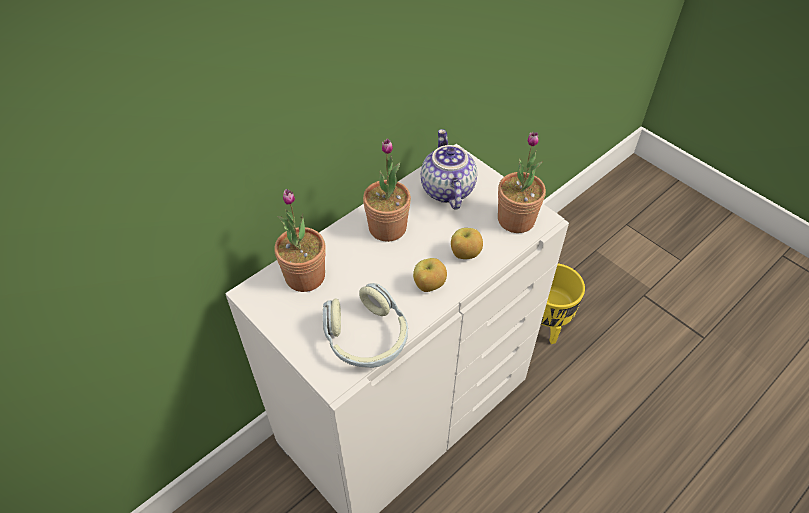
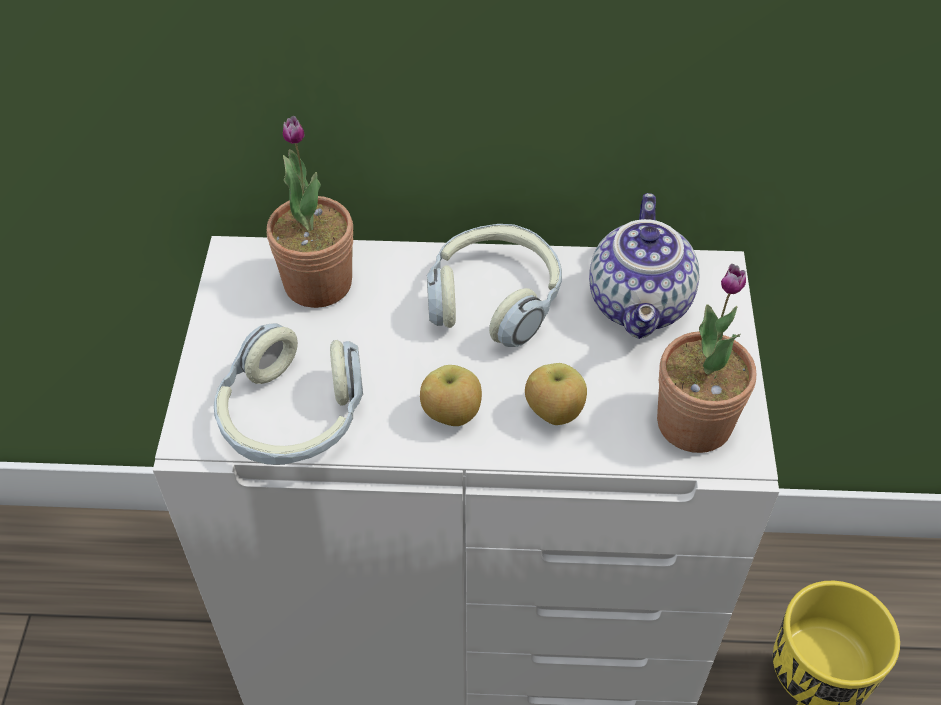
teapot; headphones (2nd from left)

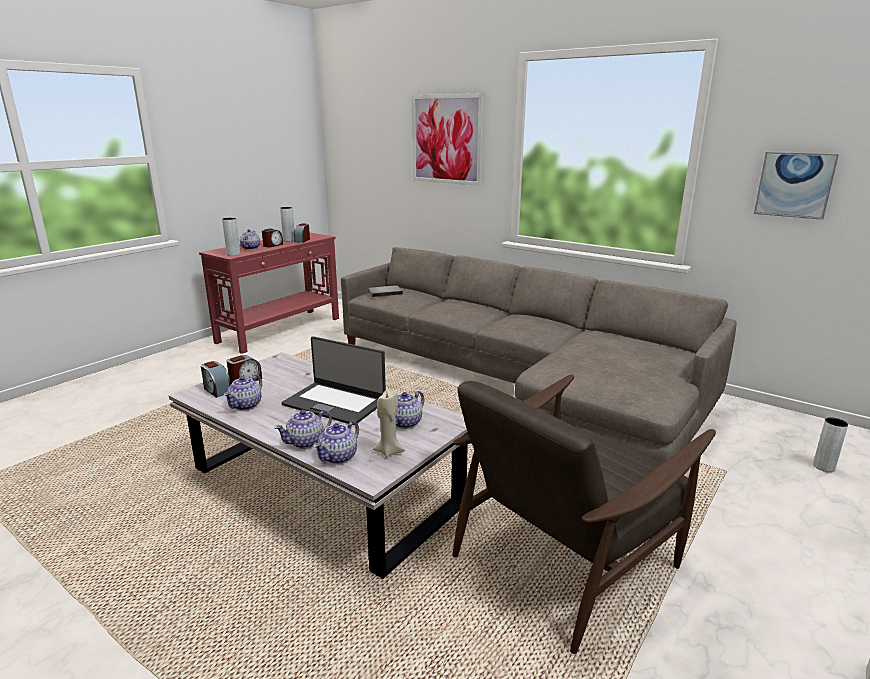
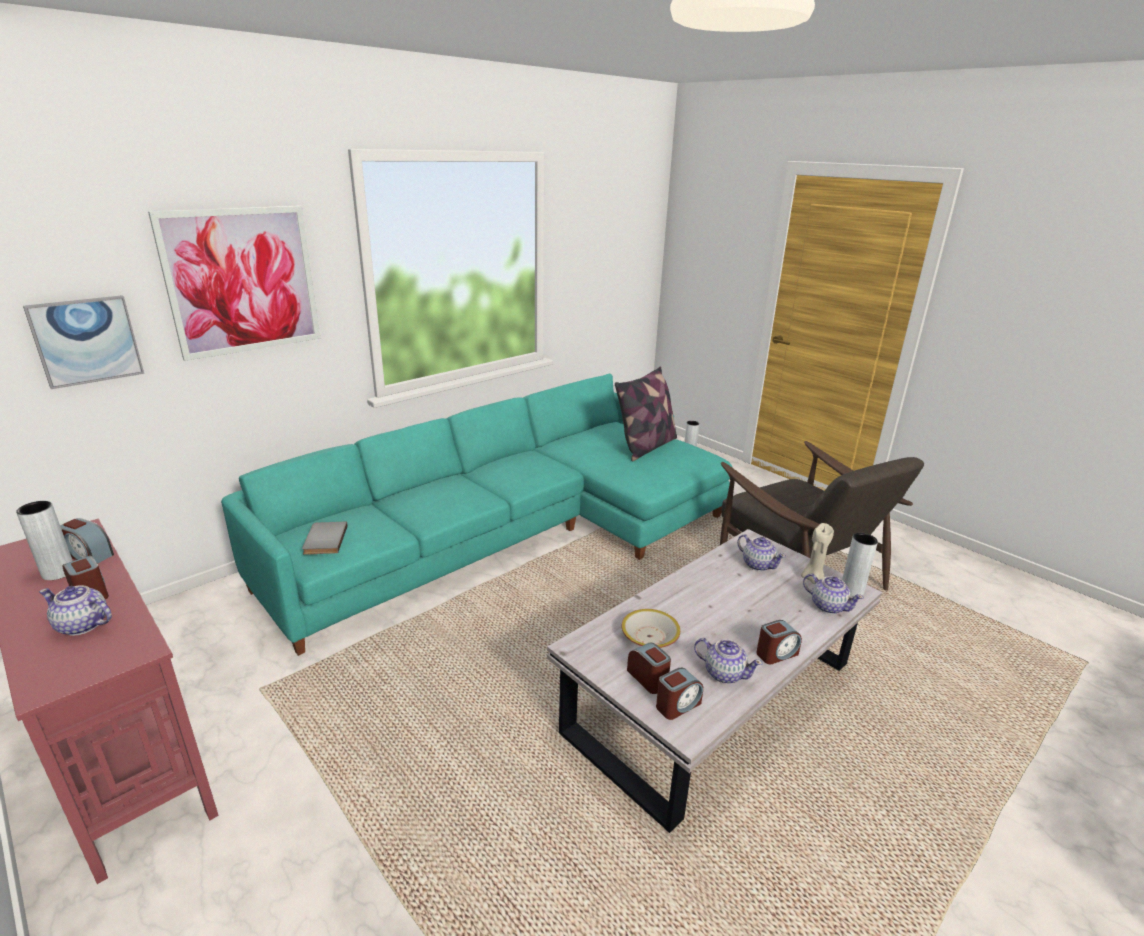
picture (1st from left); grey_vase (3rd from left); turquoise_sofa; laptop; teapot (3rd from left in the first image); pillow; bowl; alarm_clock (5th from left)

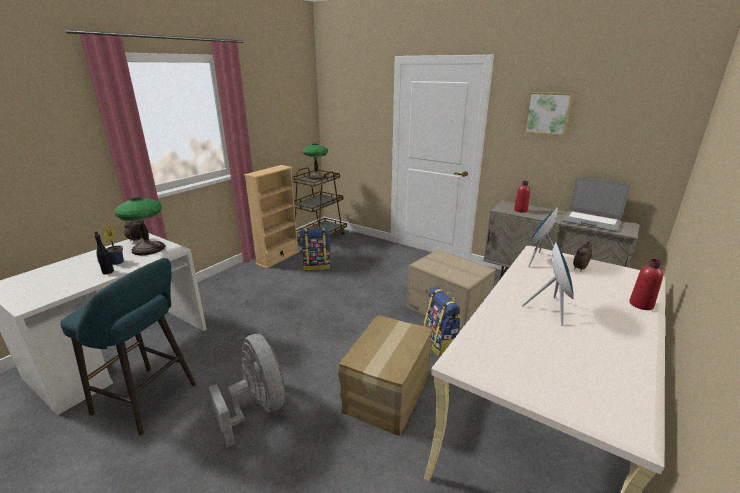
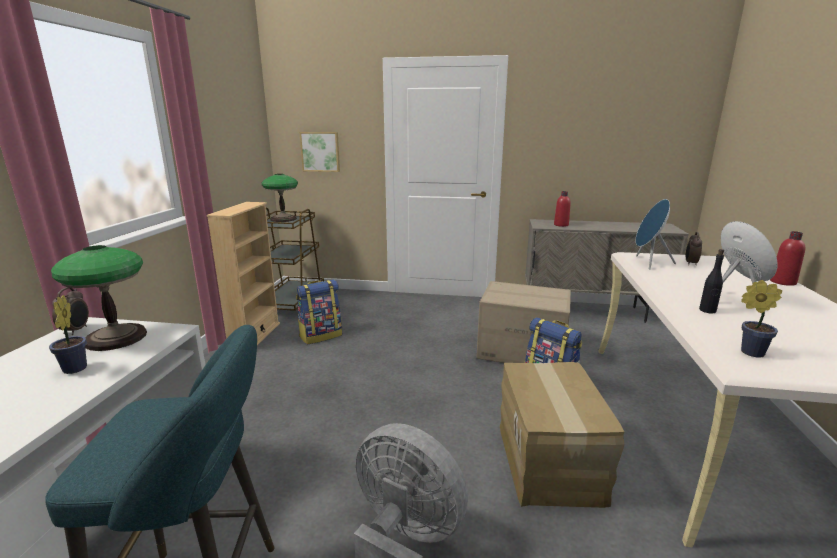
picture; laptop; black_bottle; potted_plant (2nd from left)

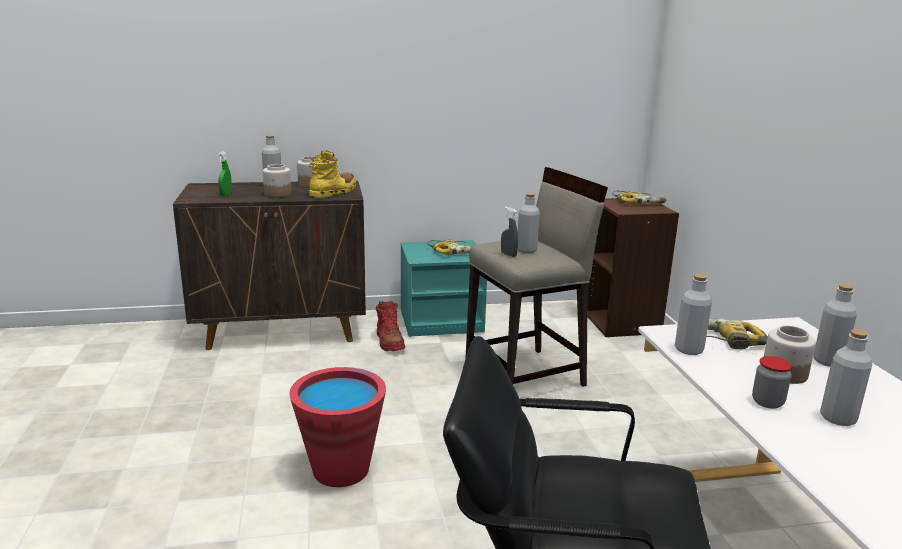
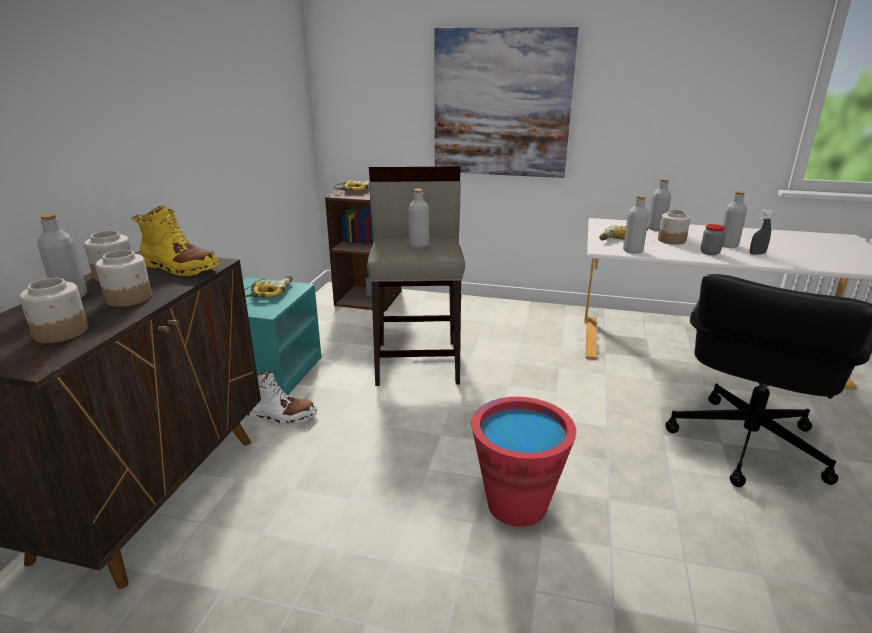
yellow_boot; jar (1st from left); grey_spray_bottle; white_boot; picture

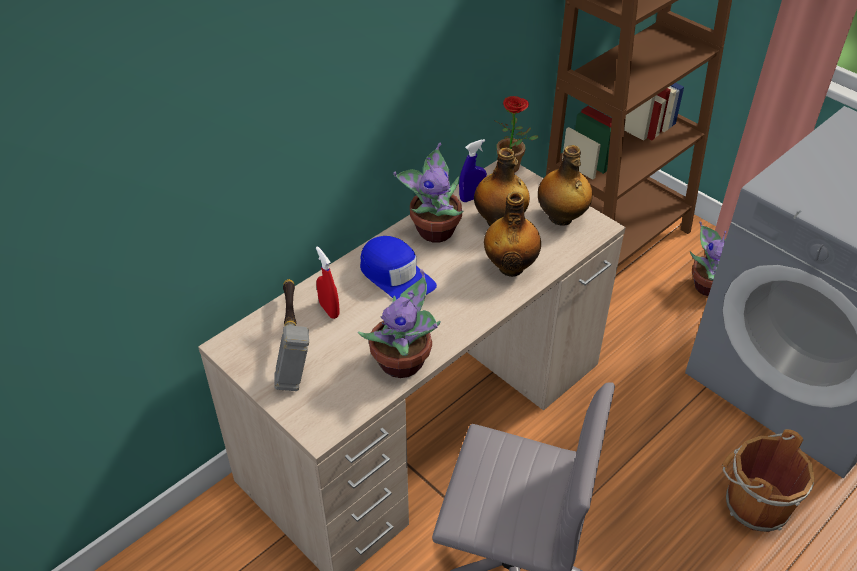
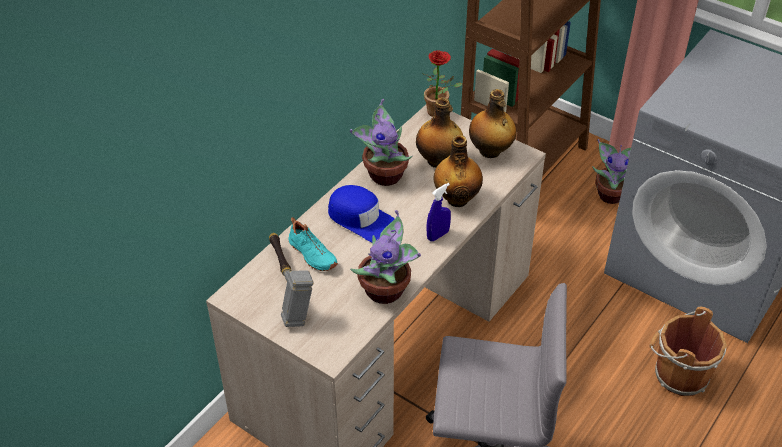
blue_spray_bottle; turquoise_shoe

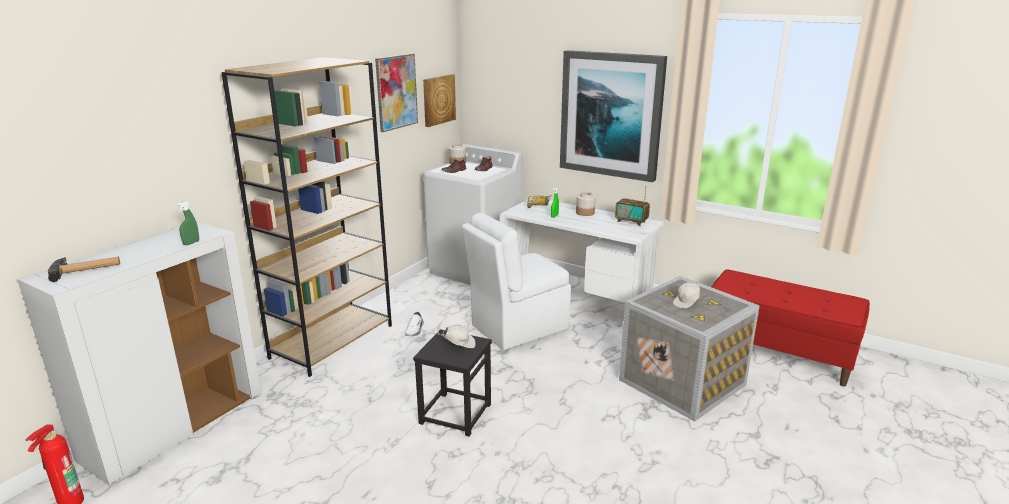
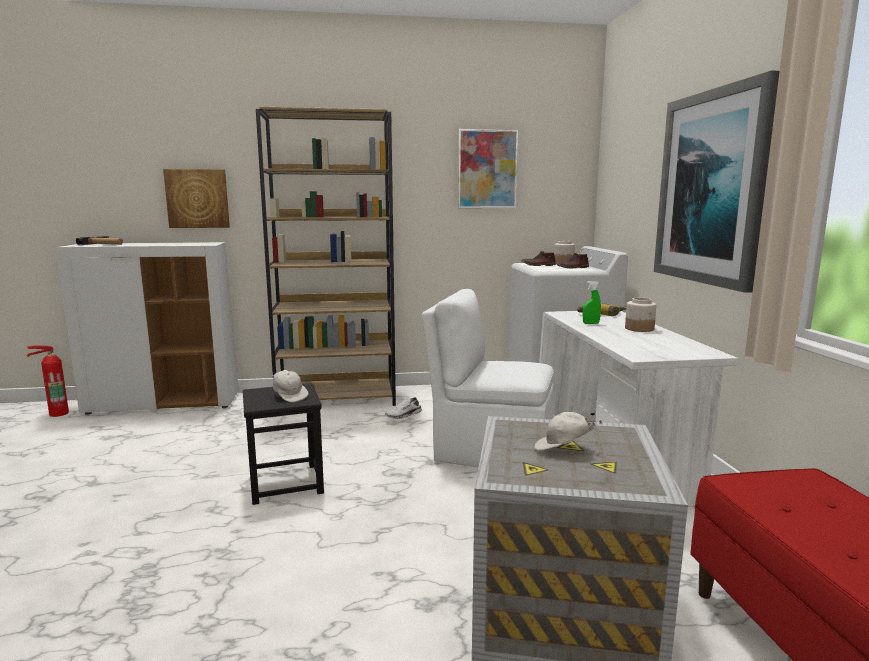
picture (1st from left); radio; green_spray_bottle (1st from left in the first image)

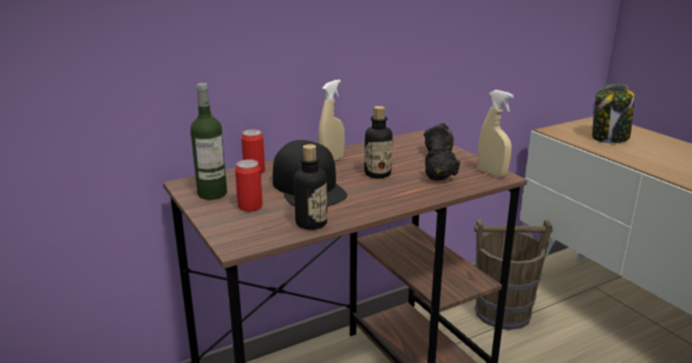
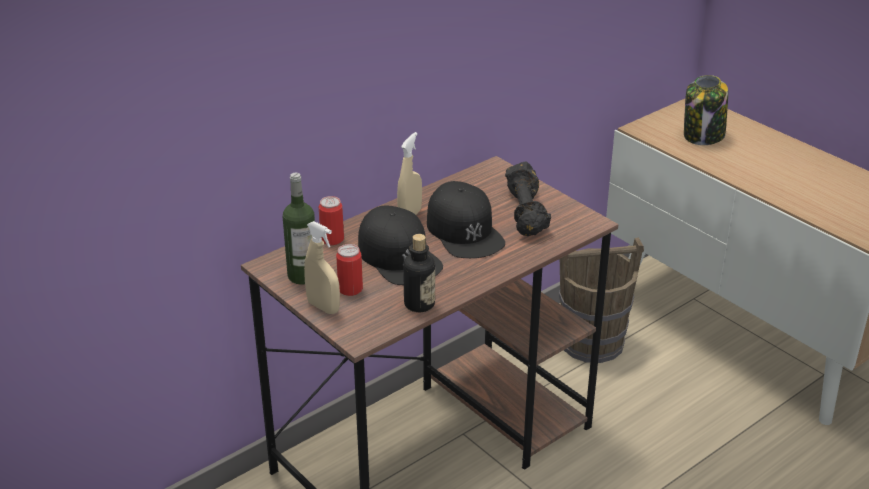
beige_spray_bottle (1st from left); black_cap (2nd from left)

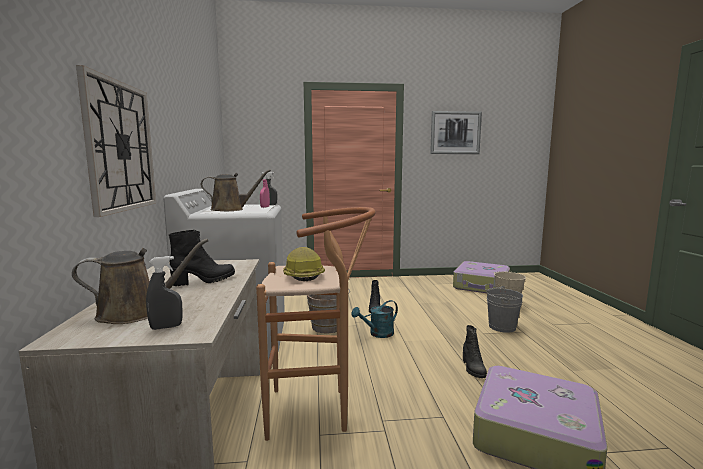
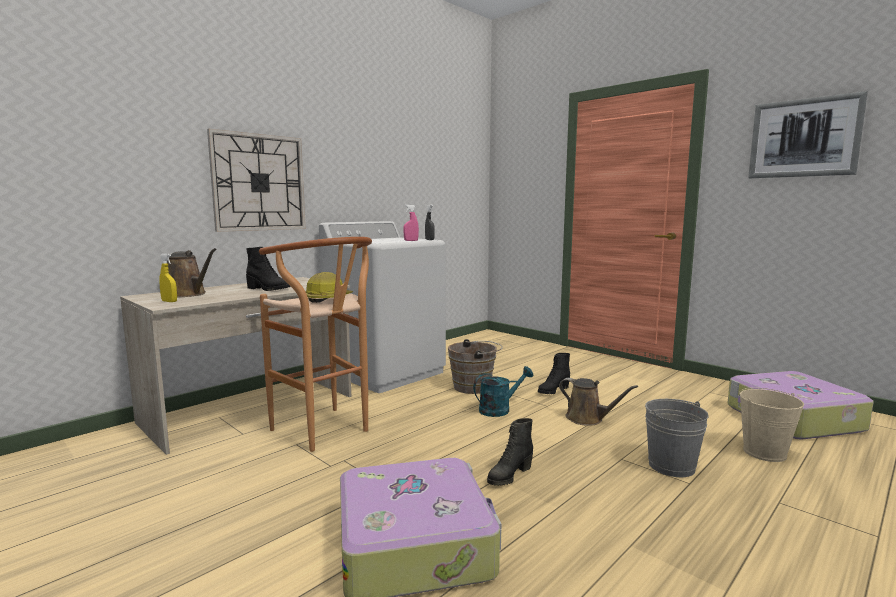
brown_watering_can (2nd from left); yellow_spray_bottle; turquoise_watering_can

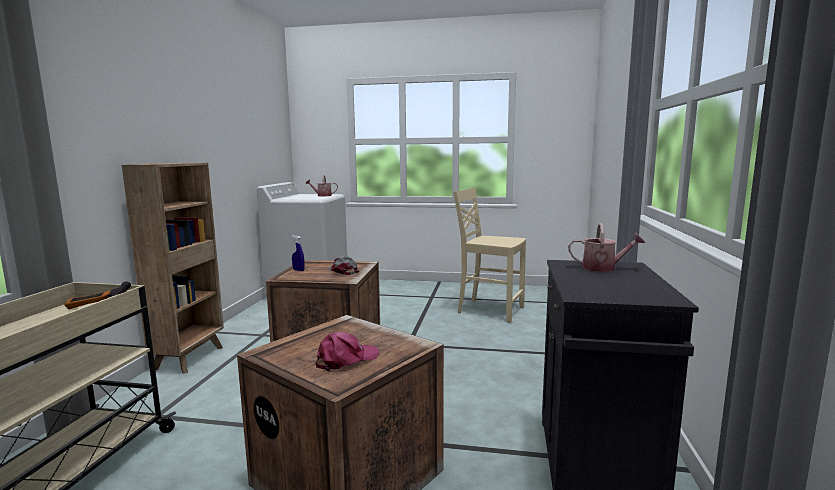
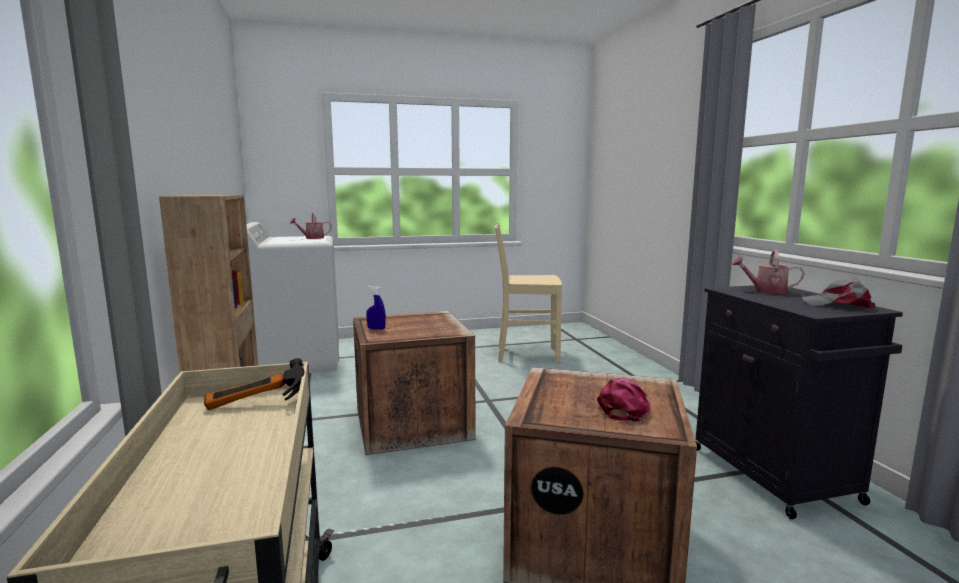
watering_can (2nd from left); grey_cap

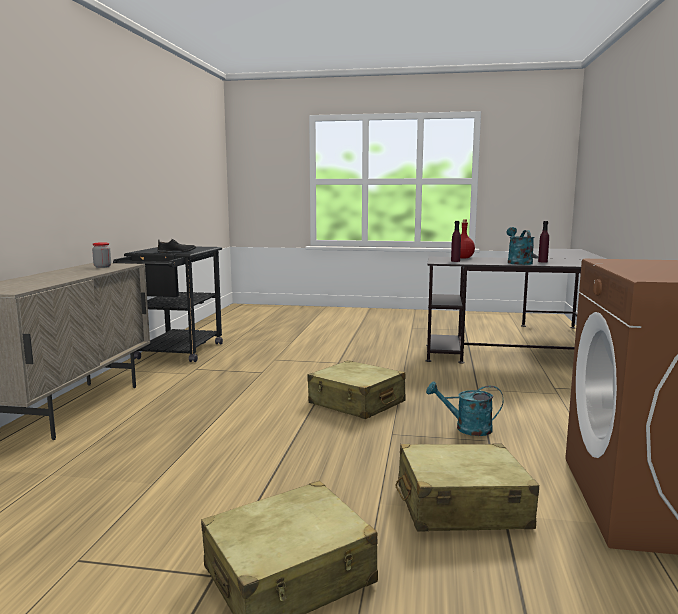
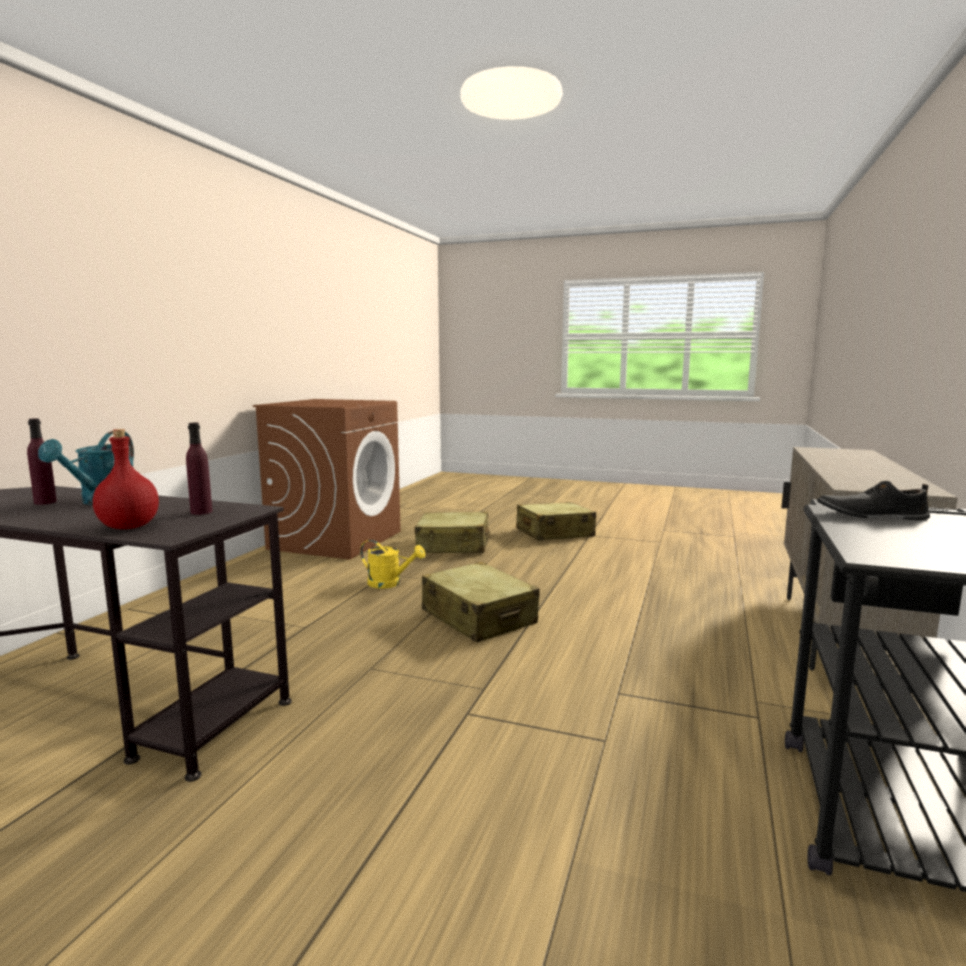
jar; yellow_watering_can

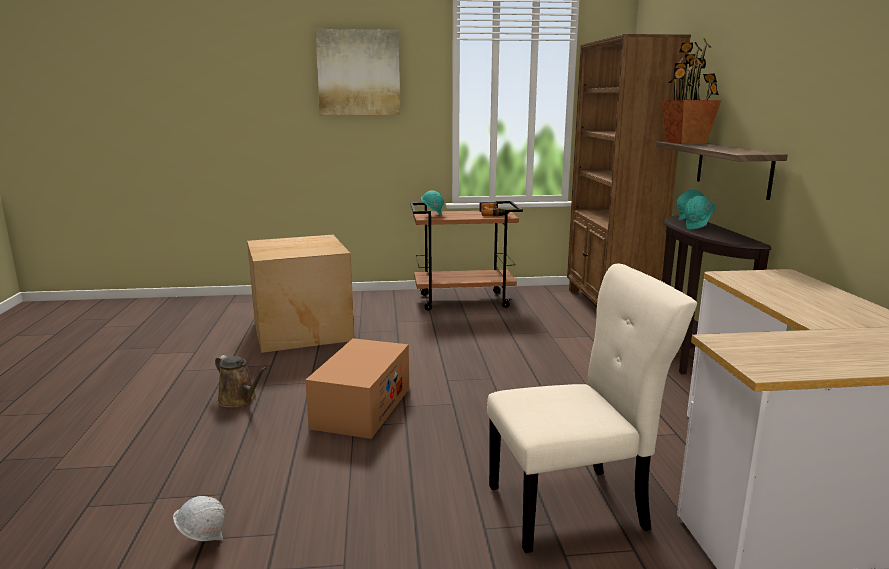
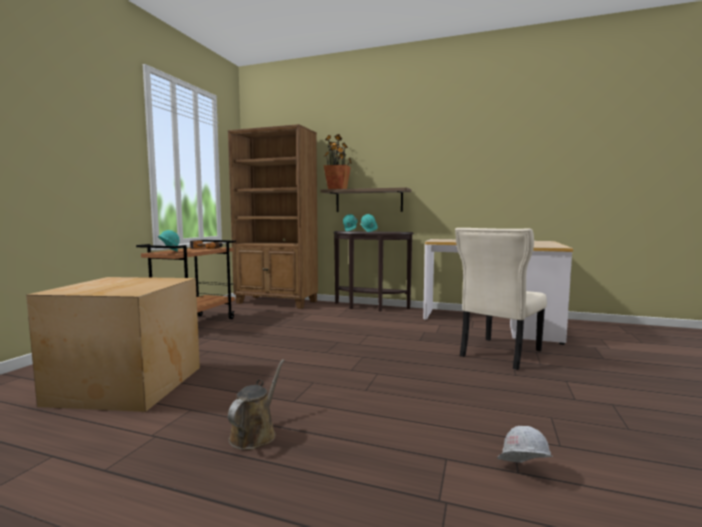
picture; beige_chair; cardboard_box (2nd from left in the first image); brown_watering_can

